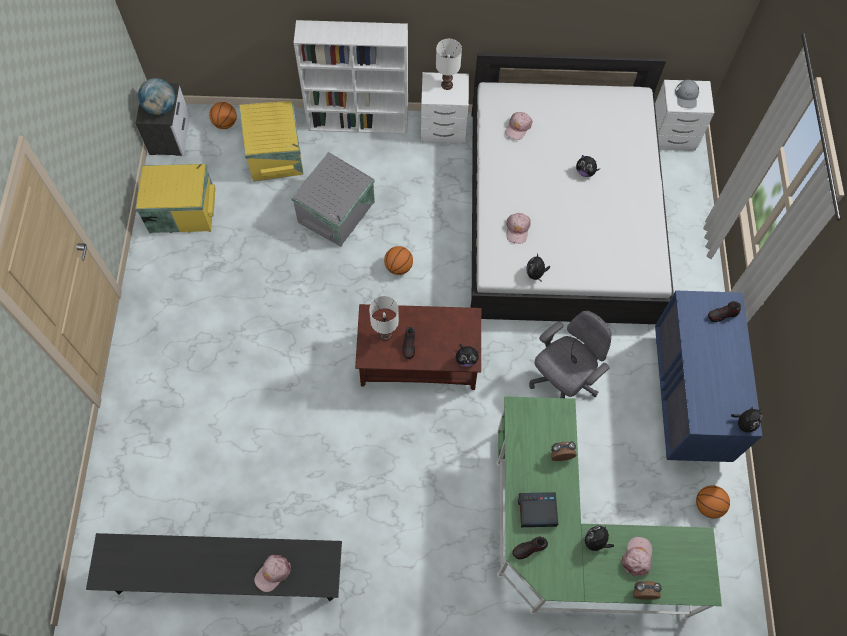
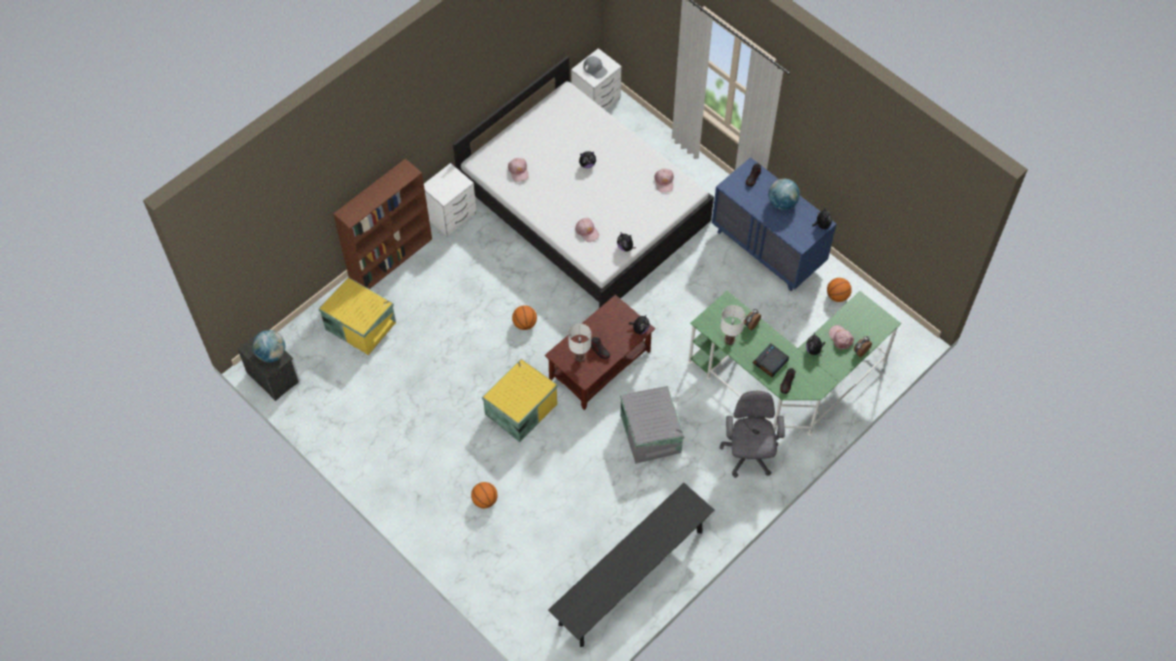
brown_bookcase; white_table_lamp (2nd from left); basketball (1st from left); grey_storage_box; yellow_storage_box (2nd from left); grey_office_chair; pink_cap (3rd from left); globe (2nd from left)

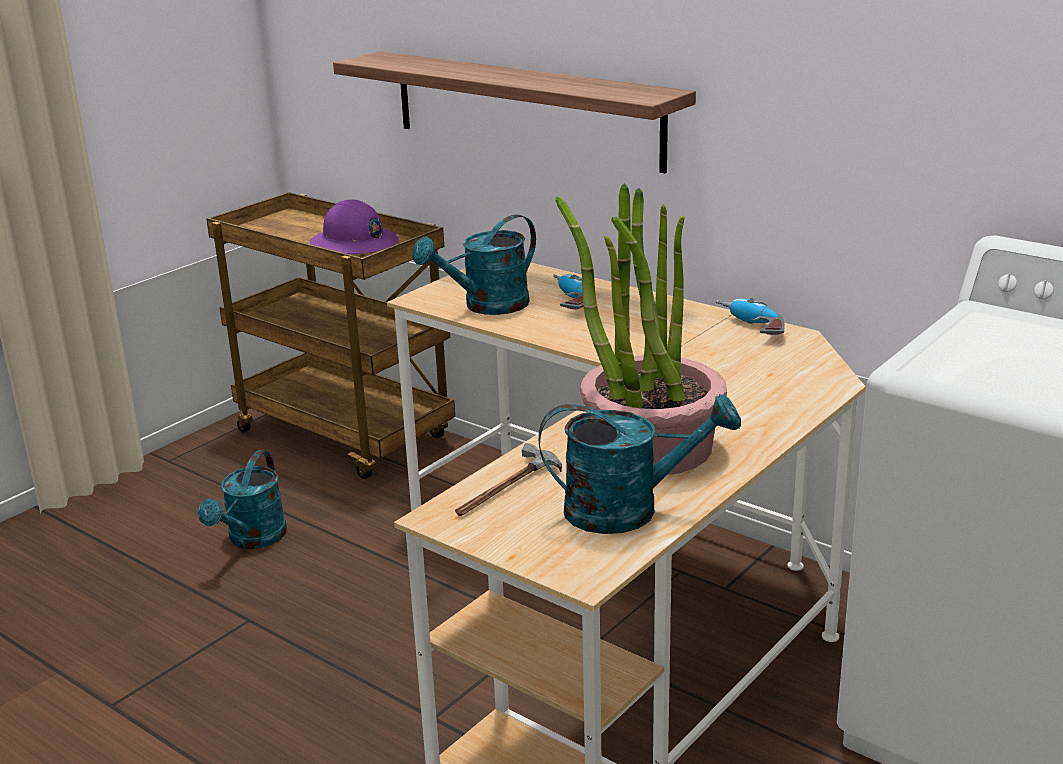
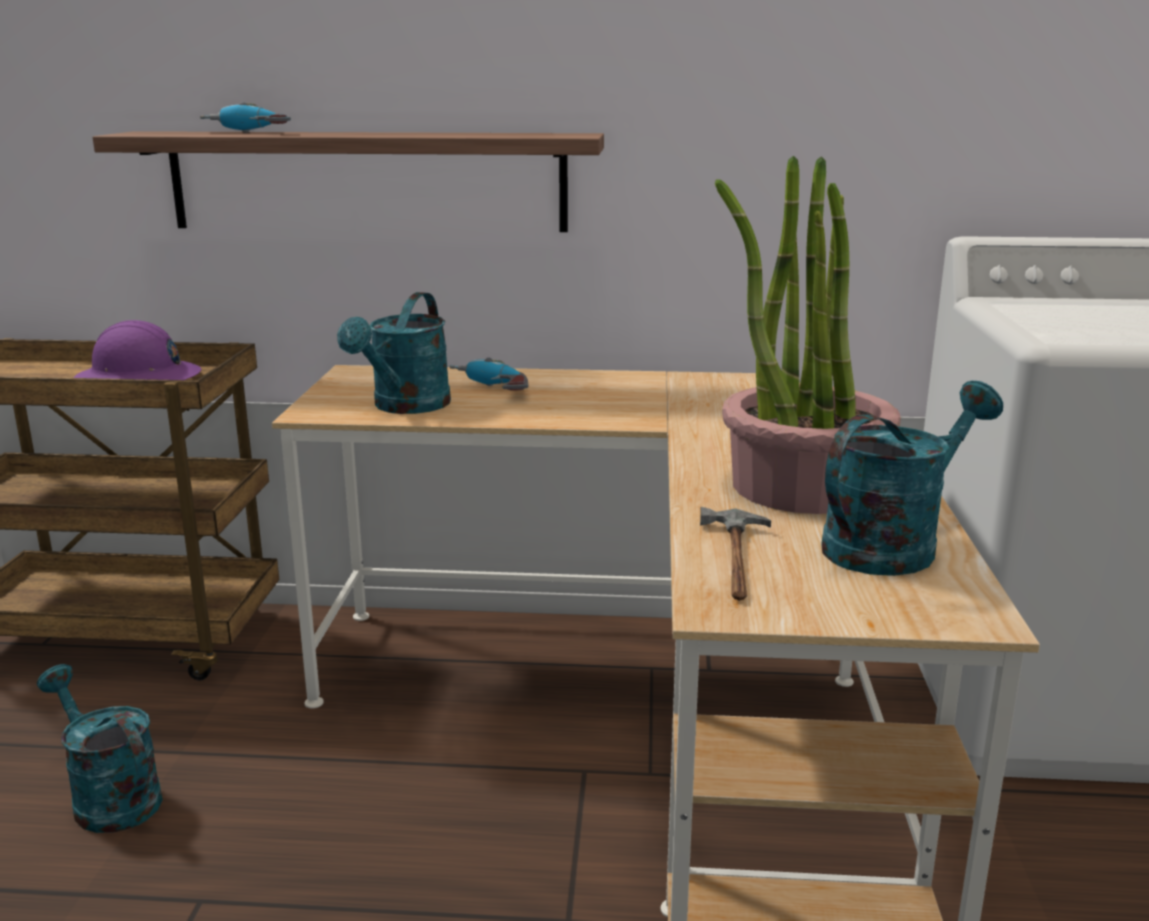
power_drill (1st from left); turquoise_watering_can (1st from left)

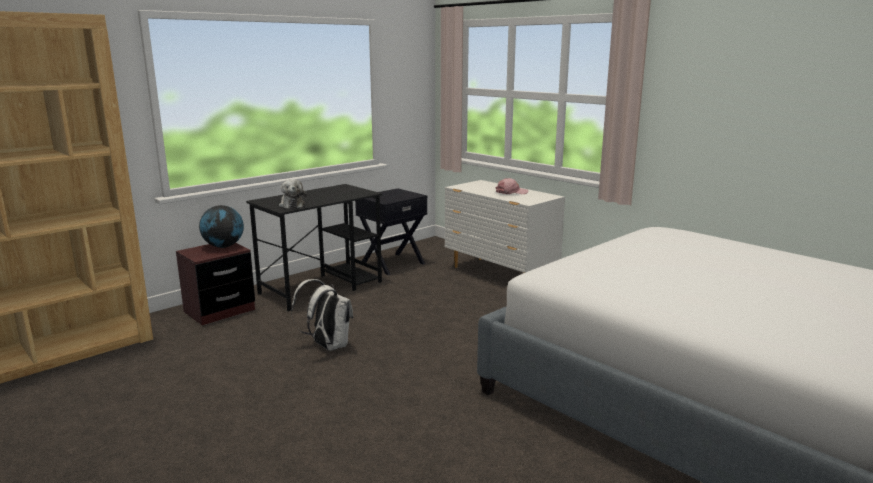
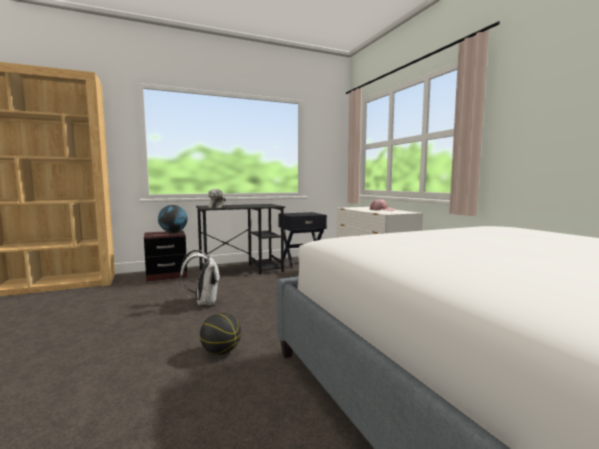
basketball

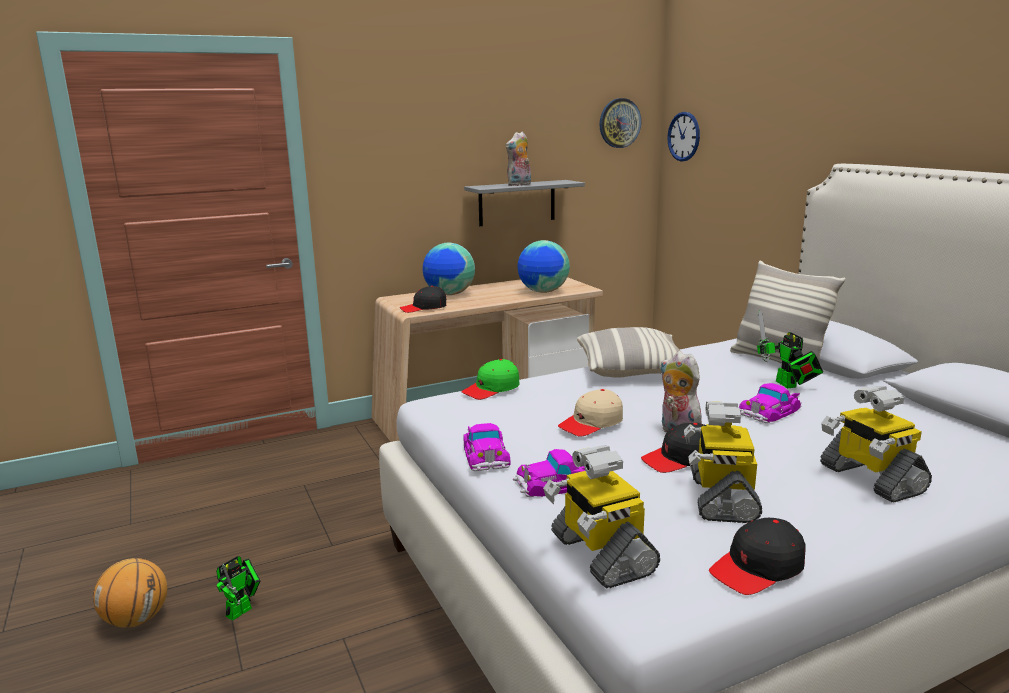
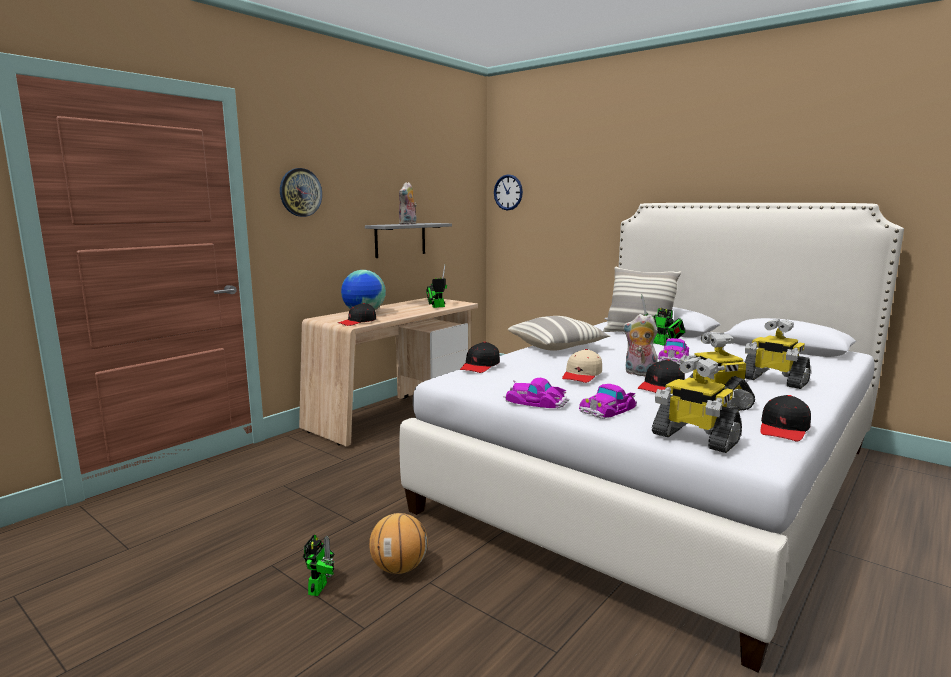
wall_clock (1st from left); toy_robot (2nd from left); black_cap (2nd from left); toy_car (1st from left); basketball

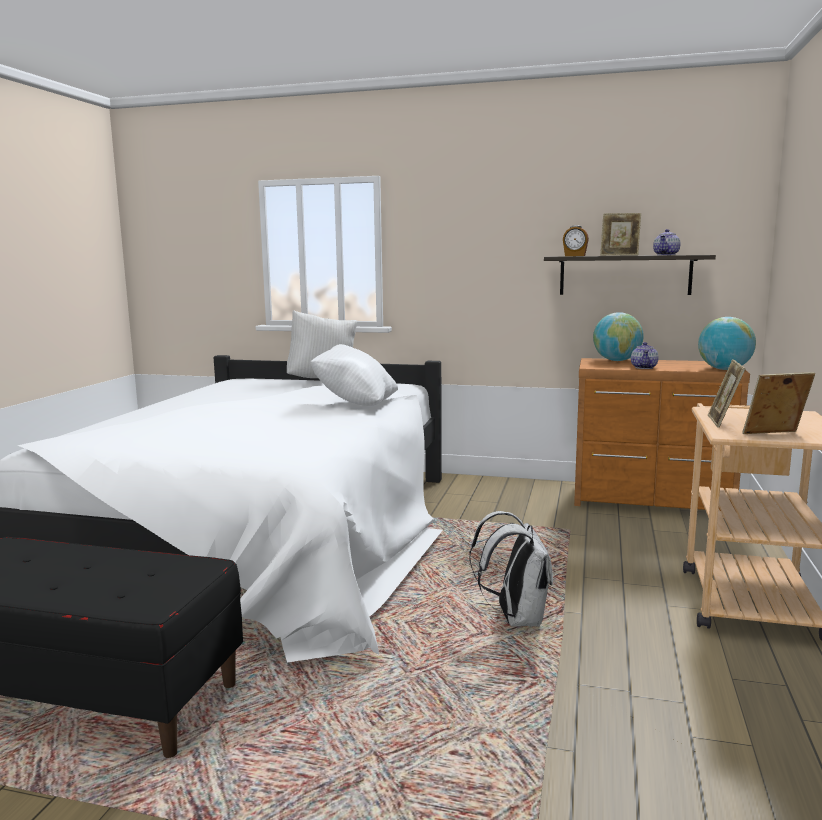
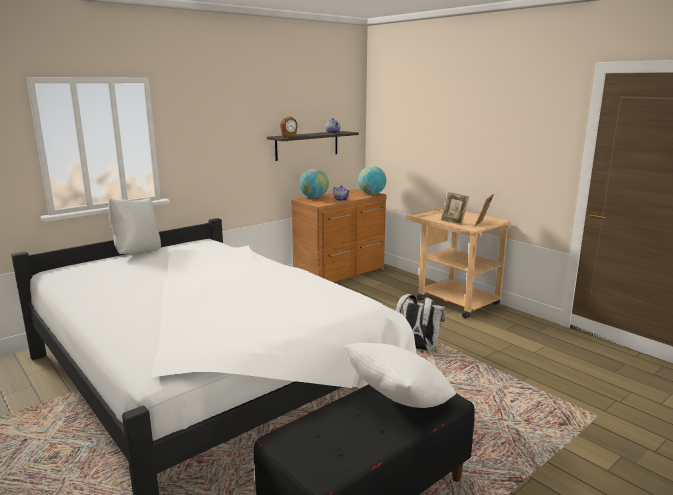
picture_frame (1st from left in the first image); white_pillow (2nd from left)

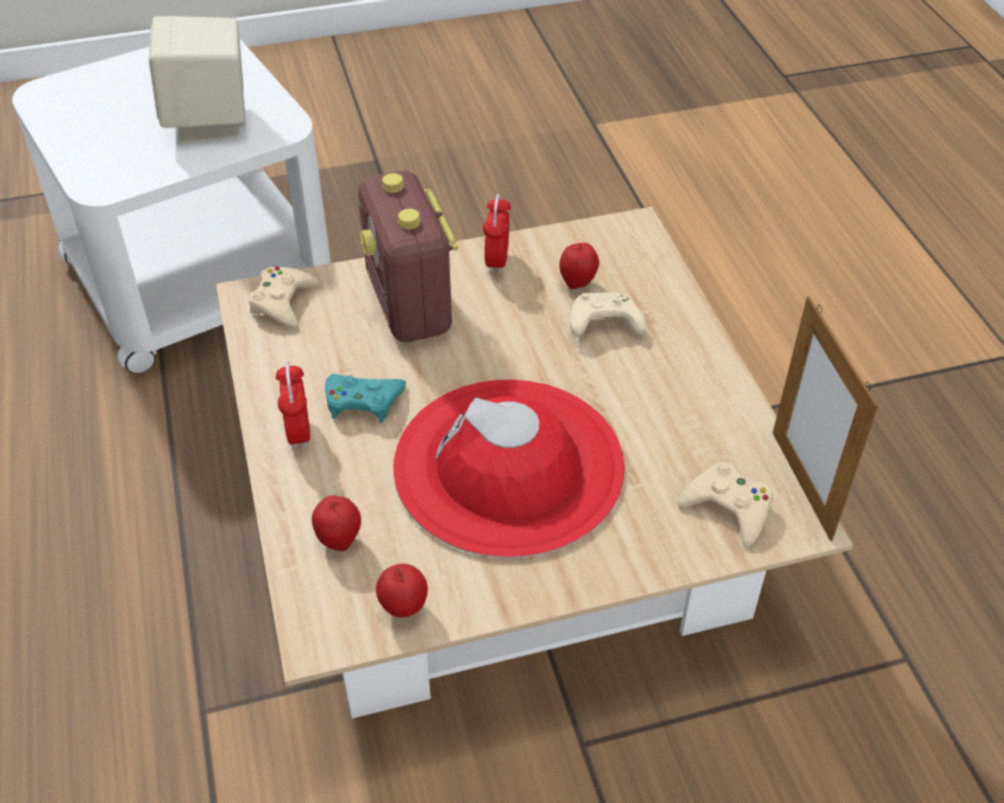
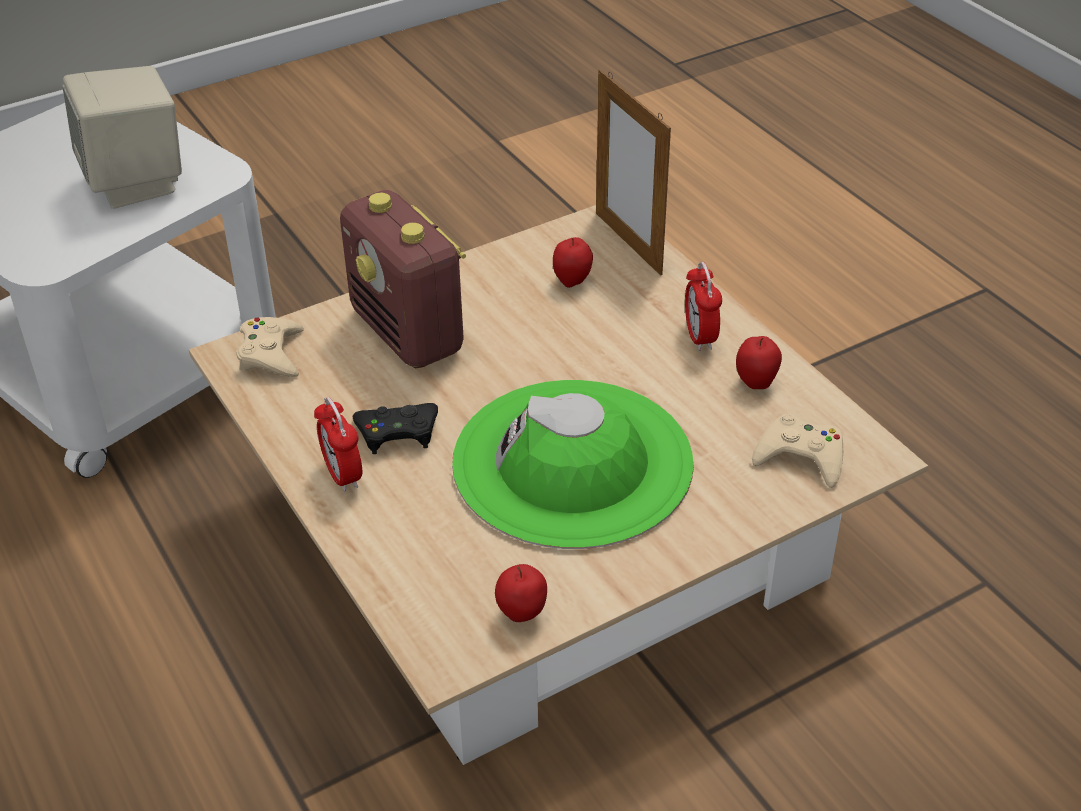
alarm_clock (2nd from left); beige_game_controller (2nd from left in the first image); picture_frame; black_game_controller; green_hat; apple (3rd from left)

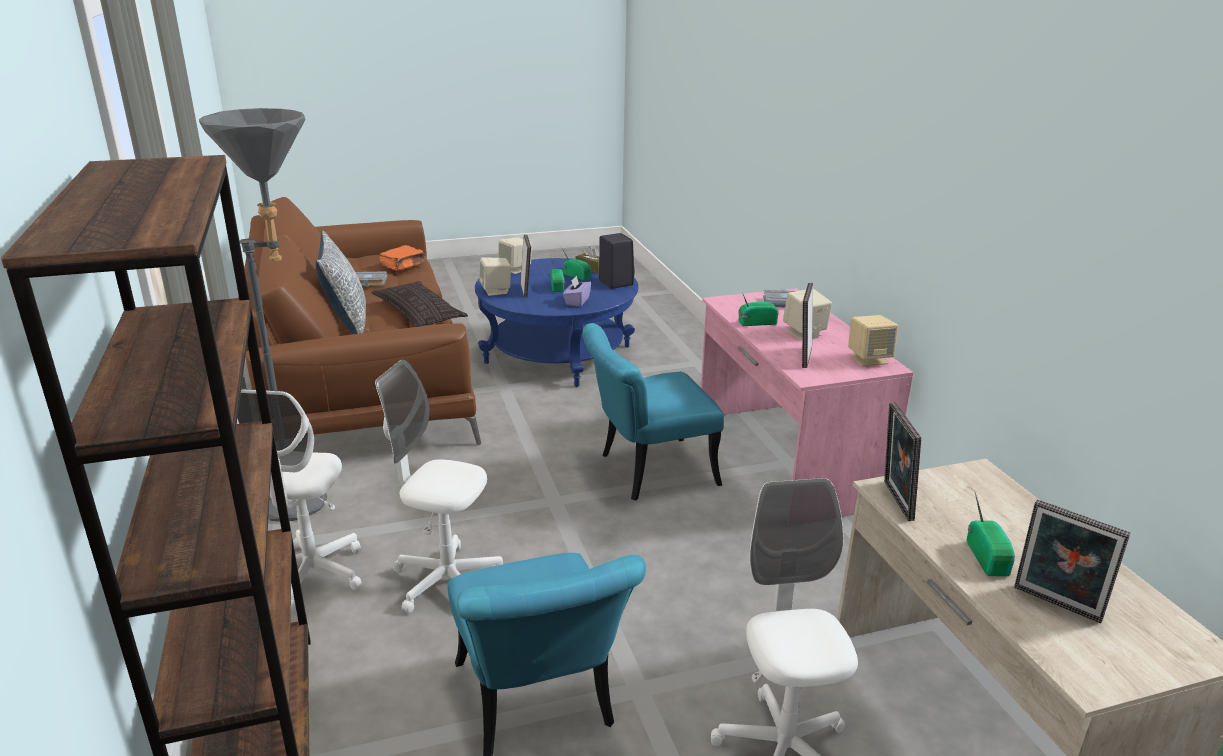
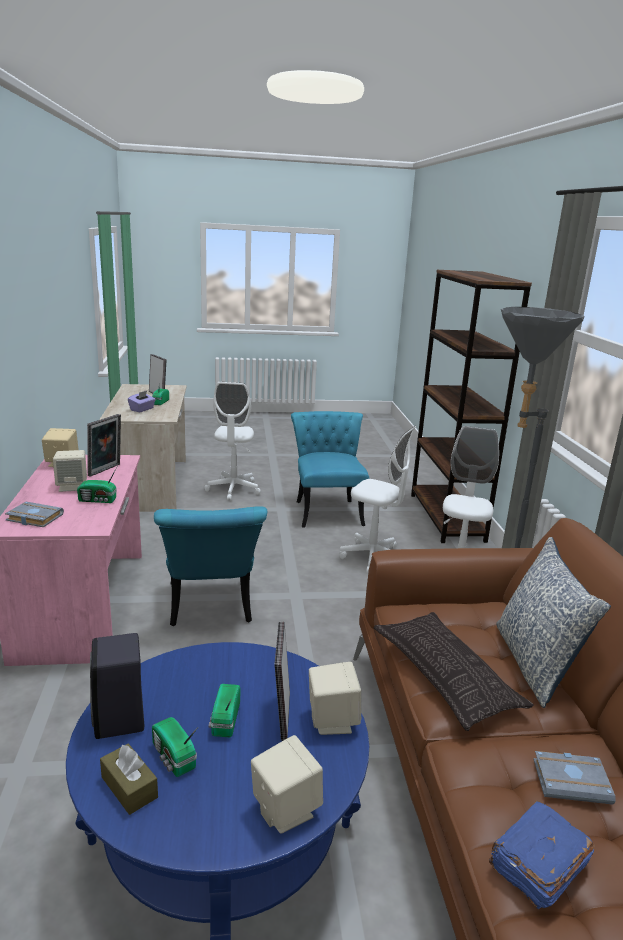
blue_book; purple_tissue_box; turquoise_chair (1st from left); picture_frame (3rd from left in the first image)

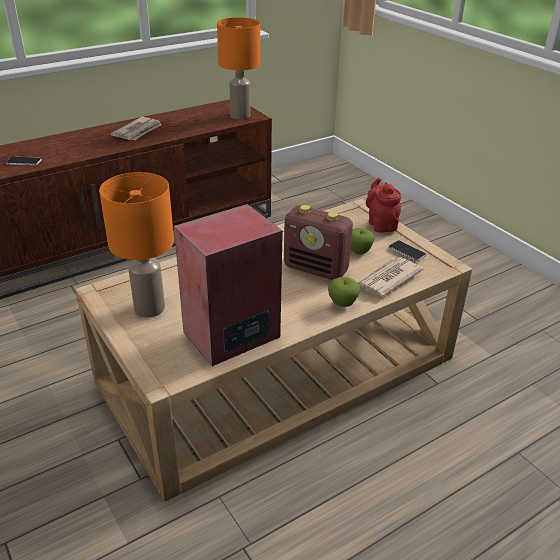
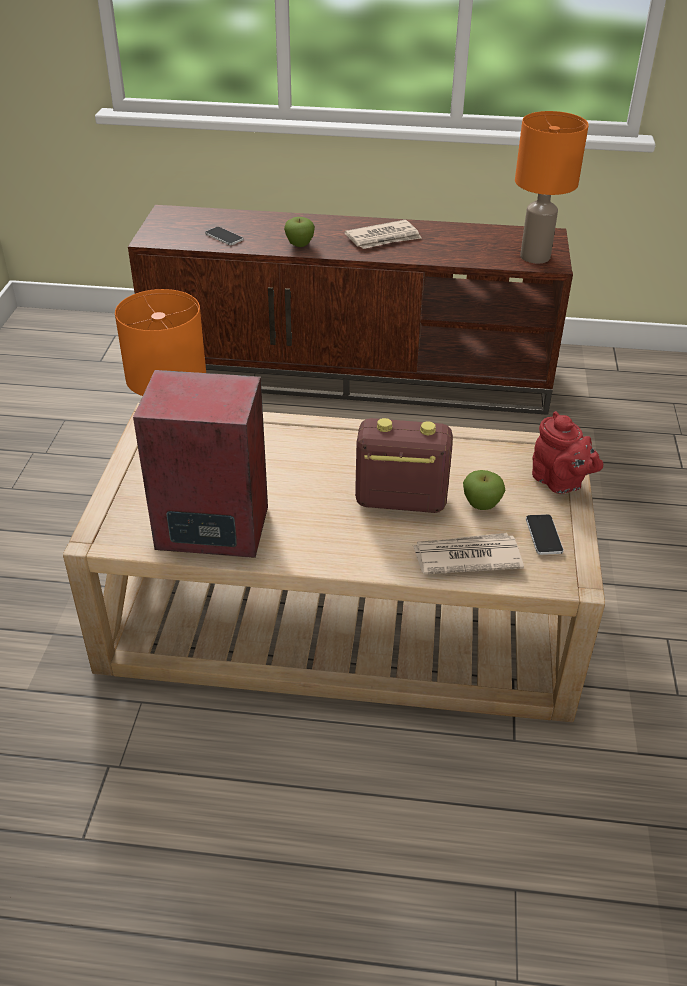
red_teapot; radio; apple (1st from left)

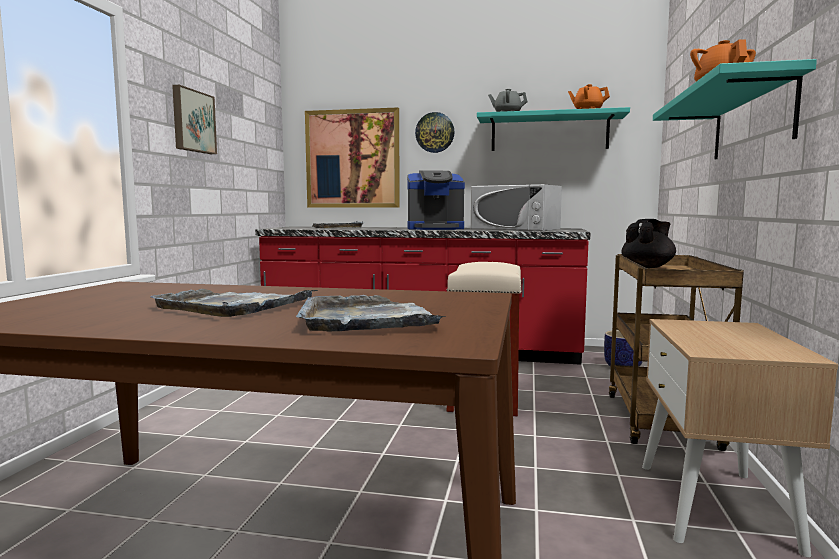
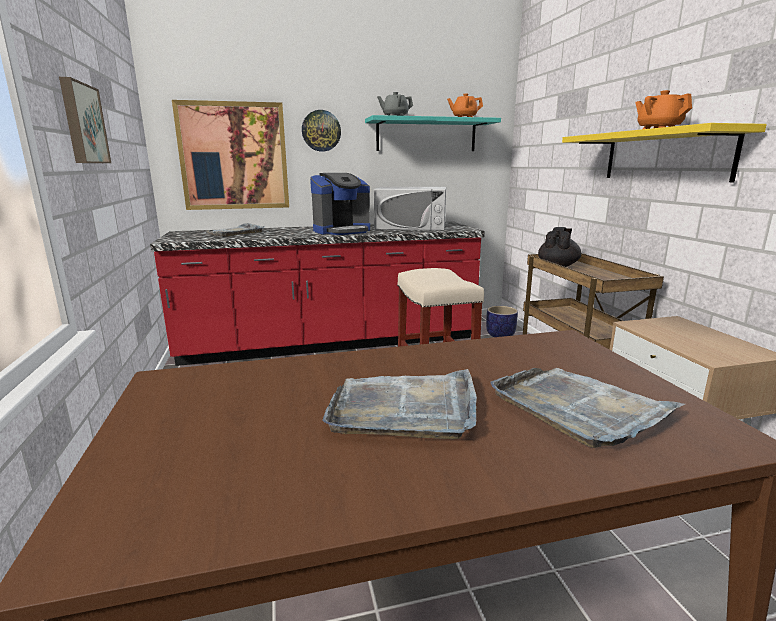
yellow_shelf

